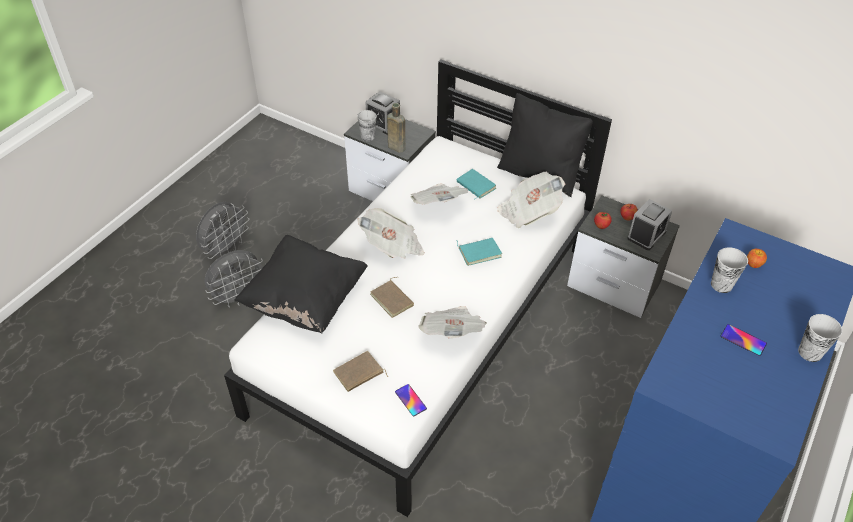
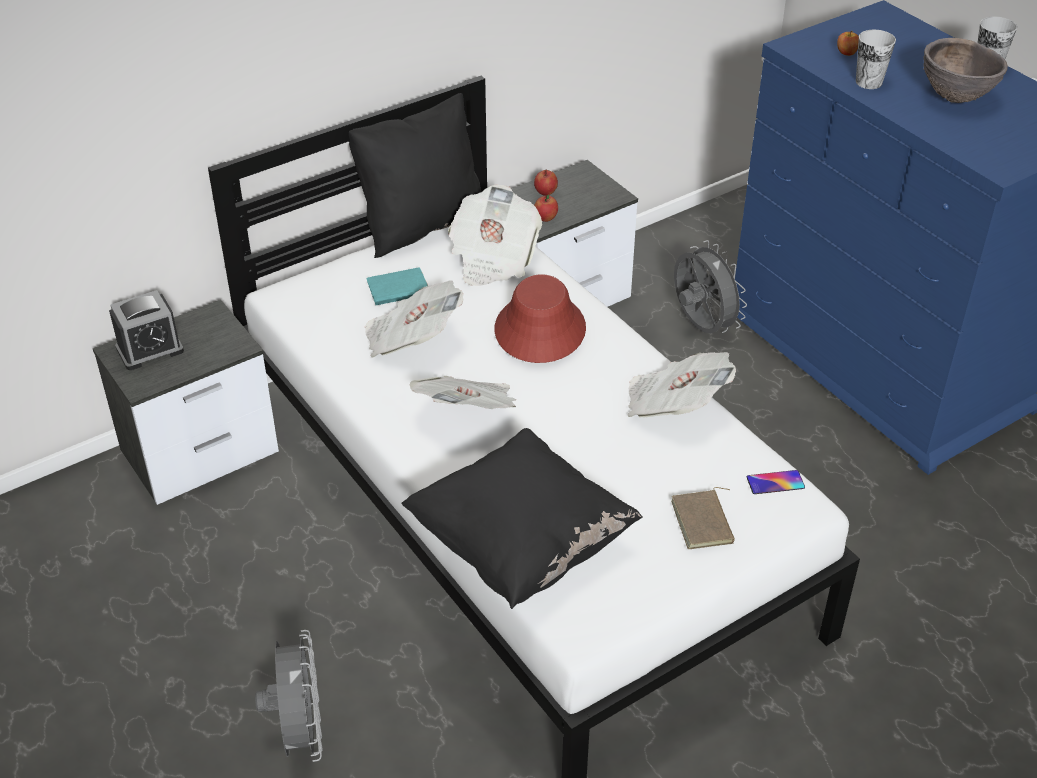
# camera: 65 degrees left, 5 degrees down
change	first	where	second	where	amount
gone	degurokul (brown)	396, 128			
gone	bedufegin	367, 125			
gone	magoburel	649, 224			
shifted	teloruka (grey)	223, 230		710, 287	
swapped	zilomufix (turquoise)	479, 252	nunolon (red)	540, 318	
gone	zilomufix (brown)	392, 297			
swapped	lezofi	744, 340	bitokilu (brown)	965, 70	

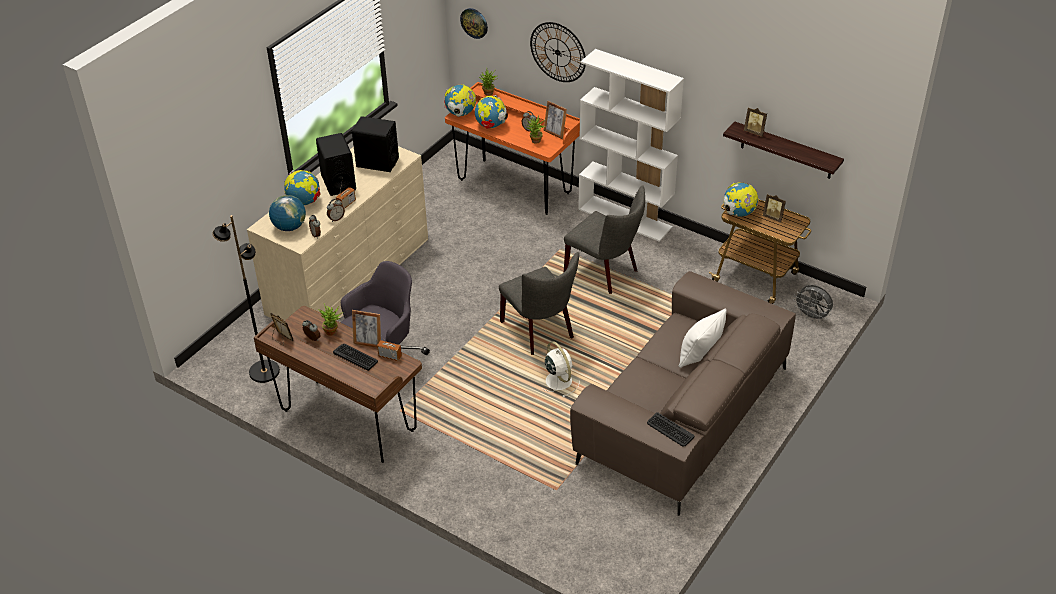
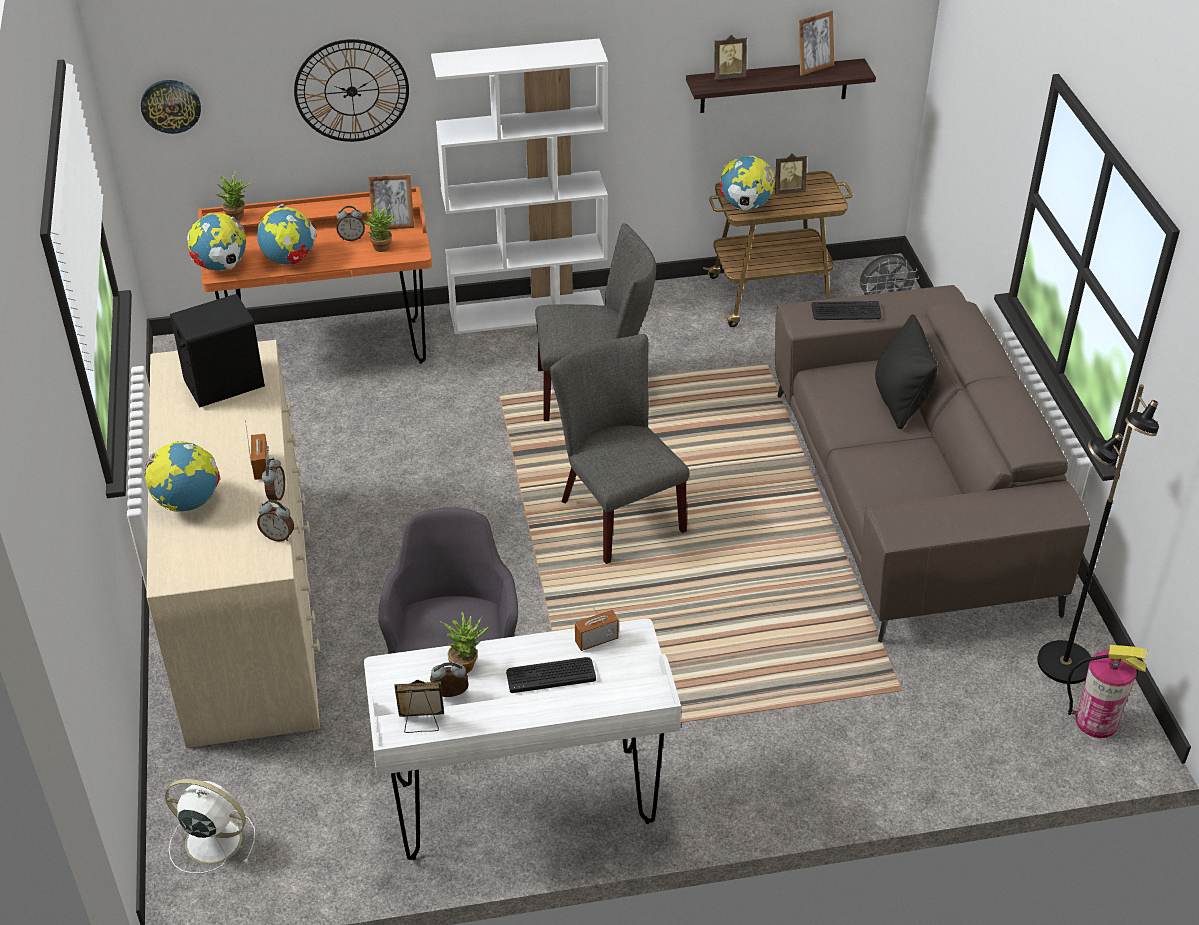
# camera: 45 degrees left, 0 degrees up
change	first	where	second	where	amount
gone	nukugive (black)	336, 164			
gone	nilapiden	287, 213			
shifted	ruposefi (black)	246, 299		1098, 534	
rotated	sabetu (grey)	539, 303		619, 449	135 degrees counterclockwise
repainted	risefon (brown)	338, 384	risefon (white)	522, 739	
repainted	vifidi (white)	703, 338	vifidi (black)	906, 371	
shifted	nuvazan	366, 329		816, 43	
shifted	teloruka (white)	561, 369		210, 826	
shifted	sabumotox	670, 429		846, 310	
new			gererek	1107, 691	

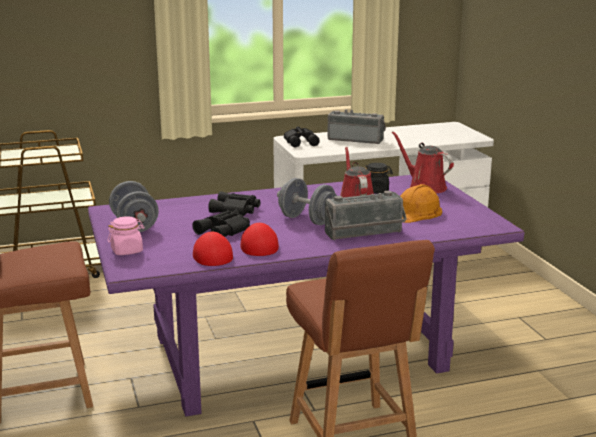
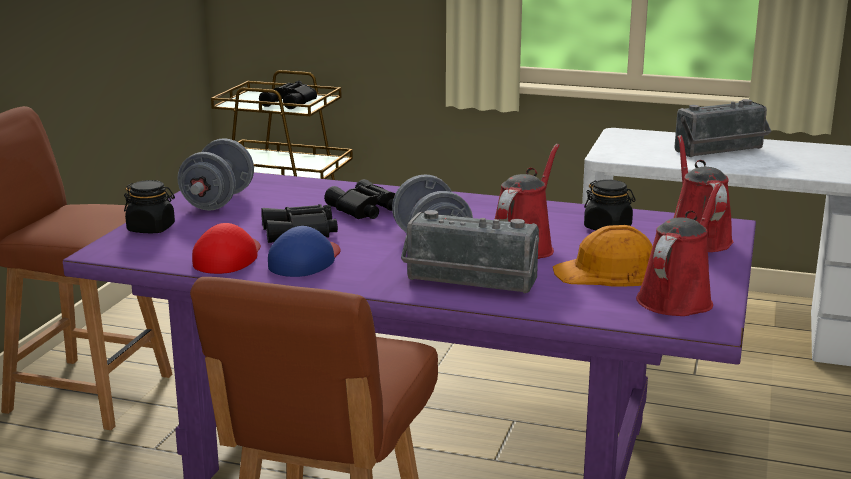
# camera: 35 degrees right, 0 degrees up
change	first	where	second	where	amount
rotated	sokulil	357, 126		722, 128	105 degrees clockwise
shifted	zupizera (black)	302, 136		288, 95	
repainted	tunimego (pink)	126, 235	tunimego (black)	149, 206	
repainted	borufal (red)	259, 239	borufal (blue)	304, 251	
new			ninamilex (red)	679, 249	

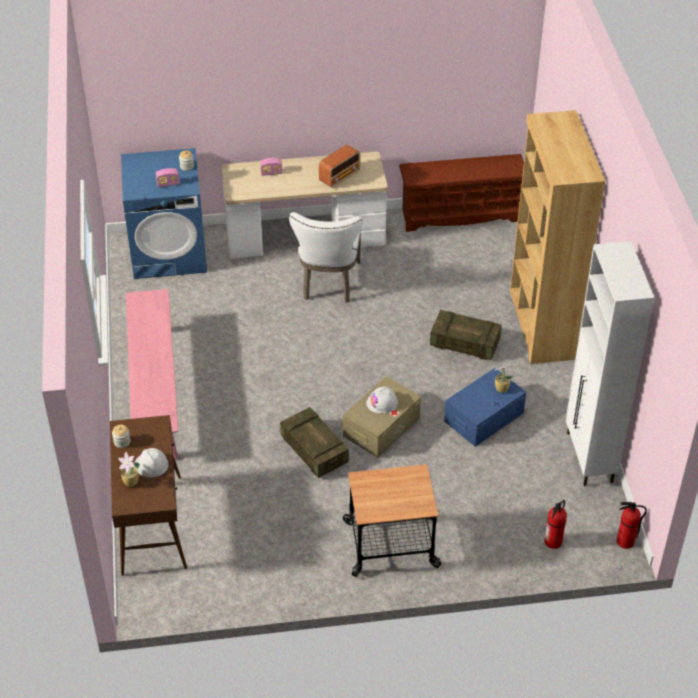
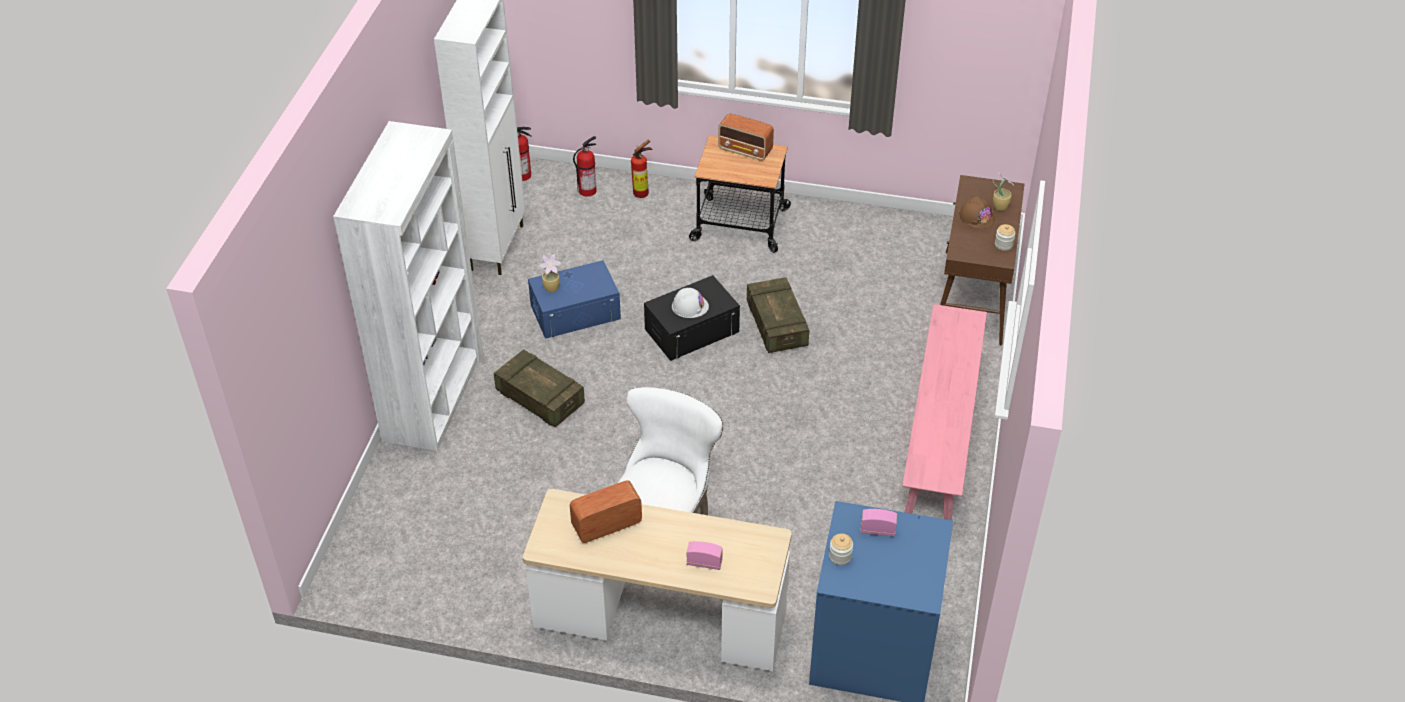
# camera: 160 degrees left, 0 degrees up
change	first	where	second	where	amount
repainted	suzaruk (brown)	557, 237	suzaruk (white)	408, 286	
gone	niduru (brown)	461, 193			
repainted	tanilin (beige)	382, 417	tanilin (black)	692, 318	
repainted	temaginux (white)	151, 462	temaginux (brown)	977, 212	
new			sokulil	746, 137	
new			gererek	642, 169	

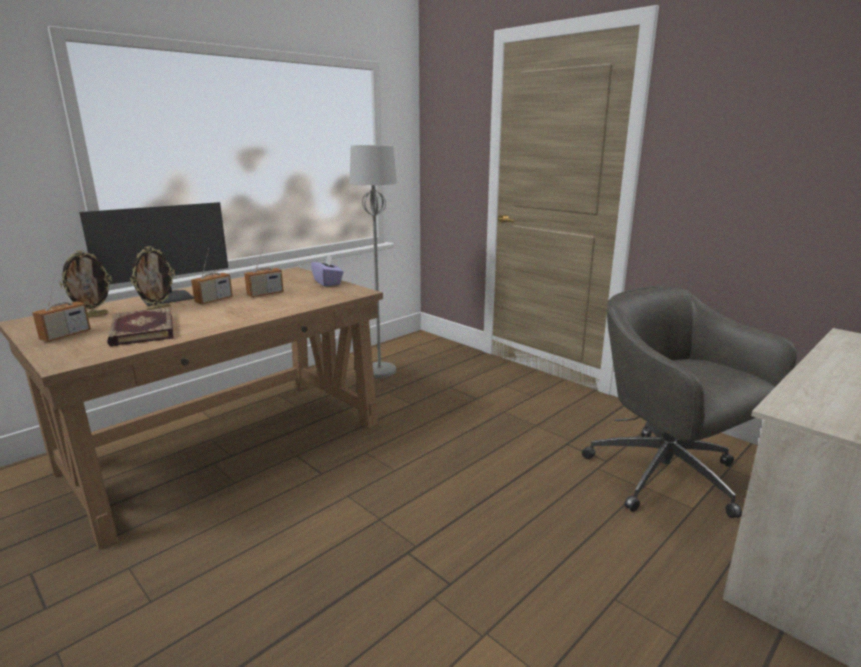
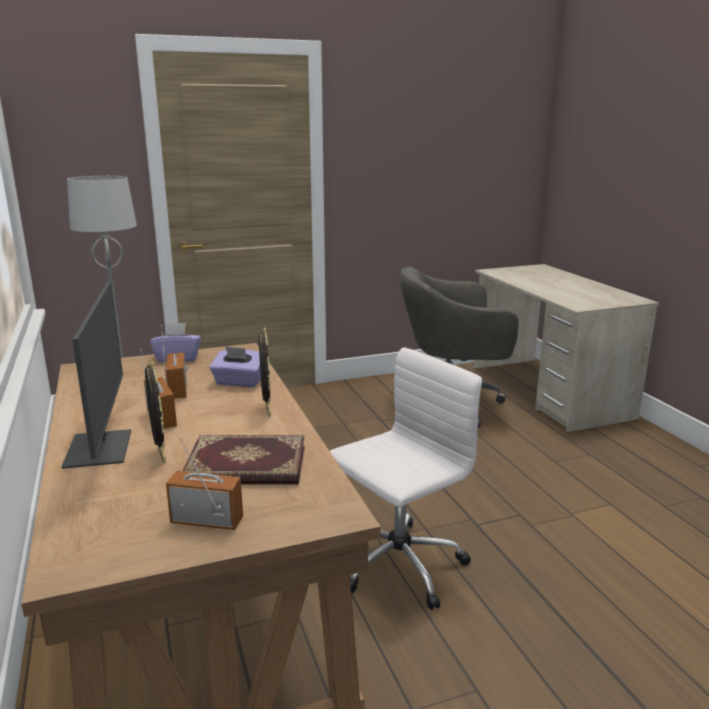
# camera: 65 degrees left, 0 degrees up
change	first	where	second	where	amount
shifted	nuvazan	86, 284		265, 372	
rotated	sokulil	61, 307		204, 484	45 degrees counterclockwise
new			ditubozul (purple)	235, 366	
new			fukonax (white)	406, 478	

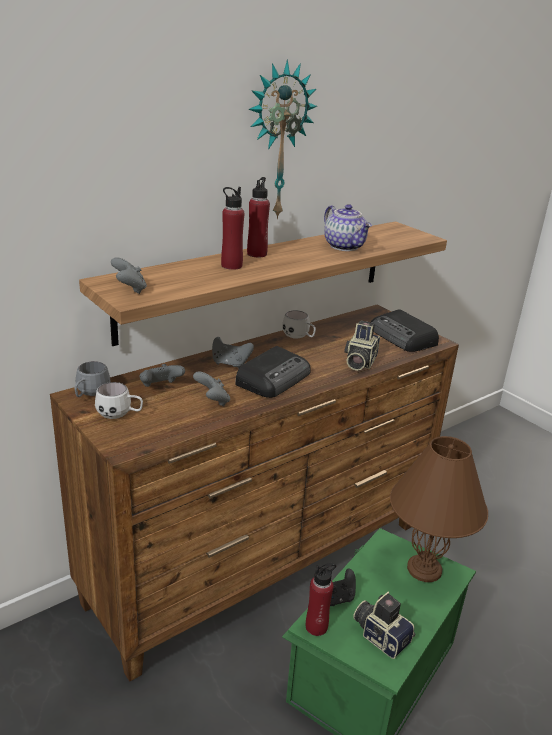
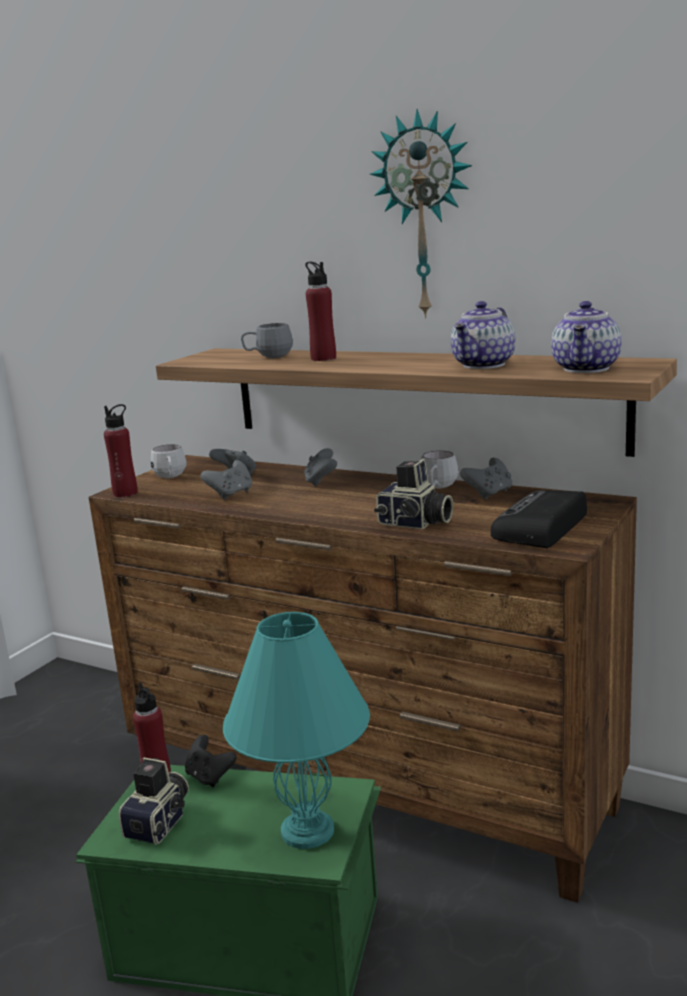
# camera: 70 degrees right, 10 degrees down
change	first	where	second	where	amount
shifted	degurokul (red)	258, 217		121, 450	
shifted	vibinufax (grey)	129, 275		486, 479	
rotated	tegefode	362, 346		413, 494	150 degrees counterclockwise
gone	sokulil	273, 372			
shifted	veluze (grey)	92, 379		267, 340	
repainted	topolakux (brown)	439, 509	topolakux (turquoise)	296, 730	
new			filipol	586, 337	

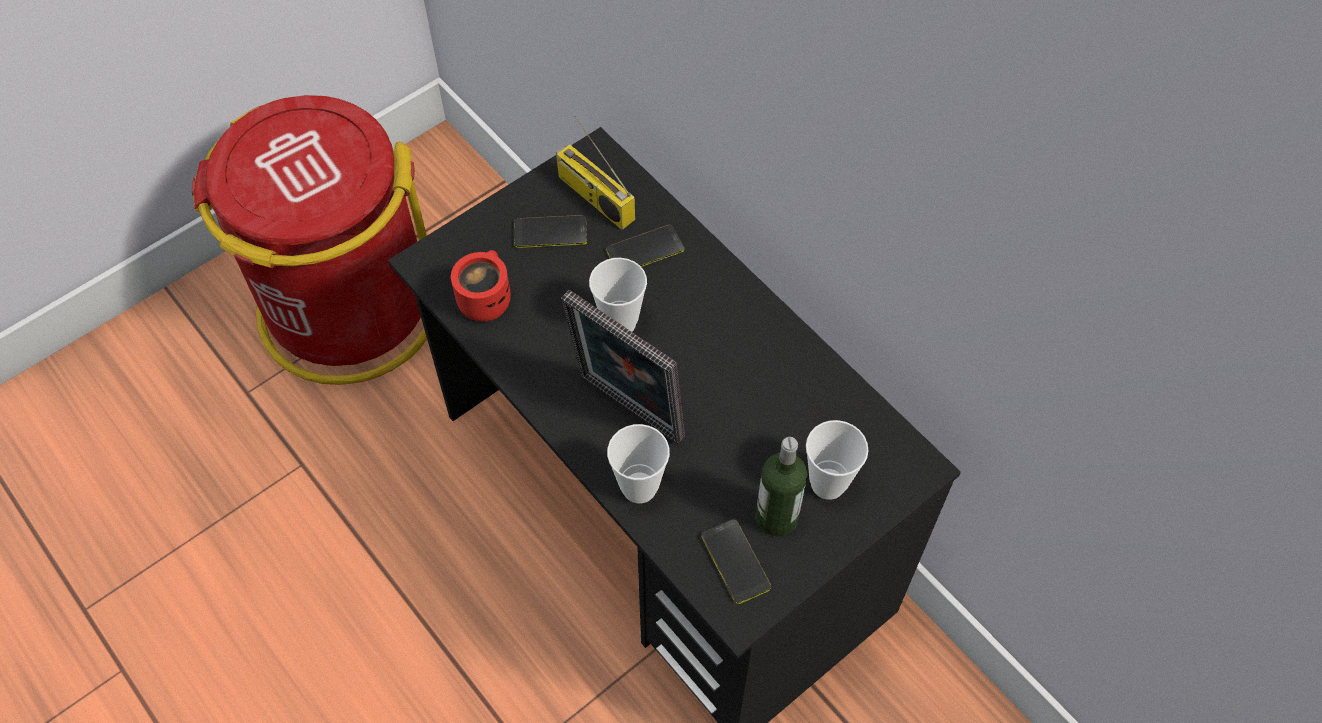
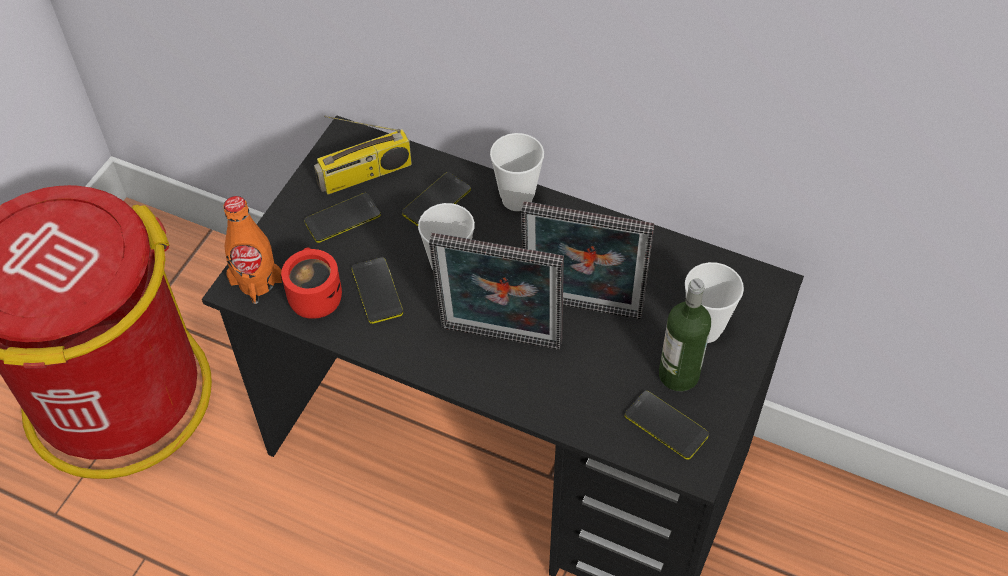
# camera: 25 degrees left, 5 degrees down
change	first	where	second	where	amount
rotated	sokulil	595, 172		363, 155	45 degrees counterclockwise
shifted	bedufegin	638, 463		517, 172	
new			degurokul (orange)	253, 250	
new			nuvazan	587, 260	
new			lezofi	377, 290	

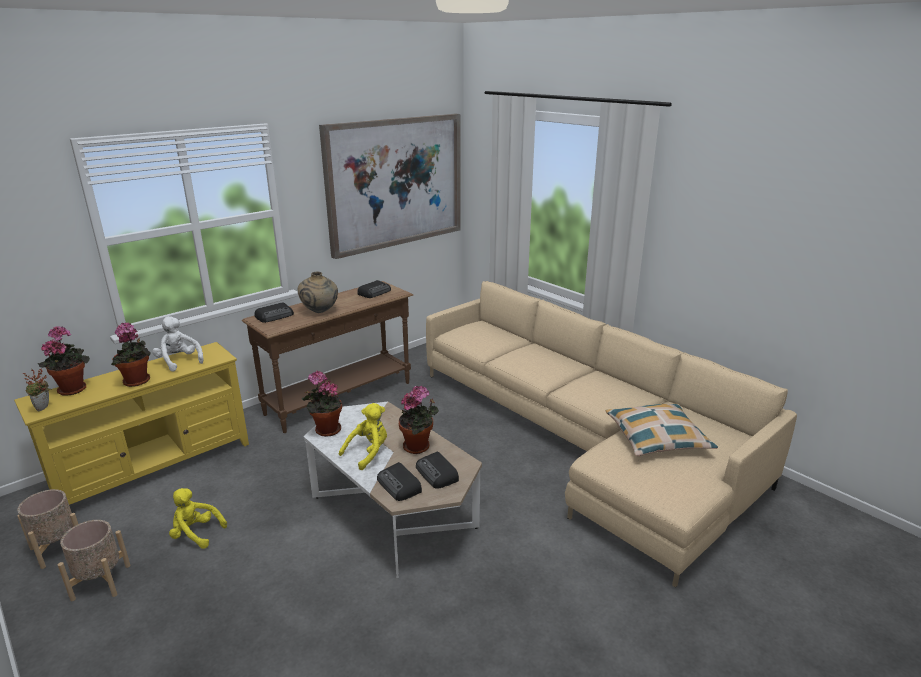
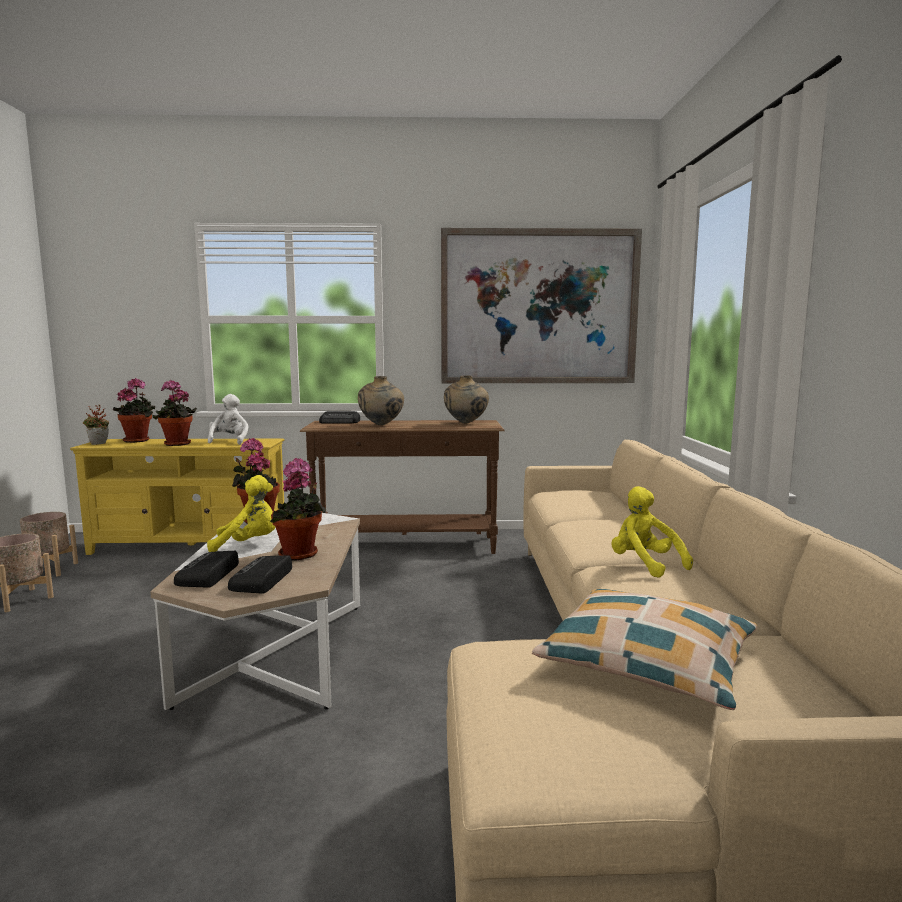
# camera: 40 degrees right, 15 degrees down
change	first	where	second	where	amount
swapped	sokulil	374, 289	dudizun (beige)	466, 399	
shifted	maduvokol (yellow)	198, 518		652, 532	

